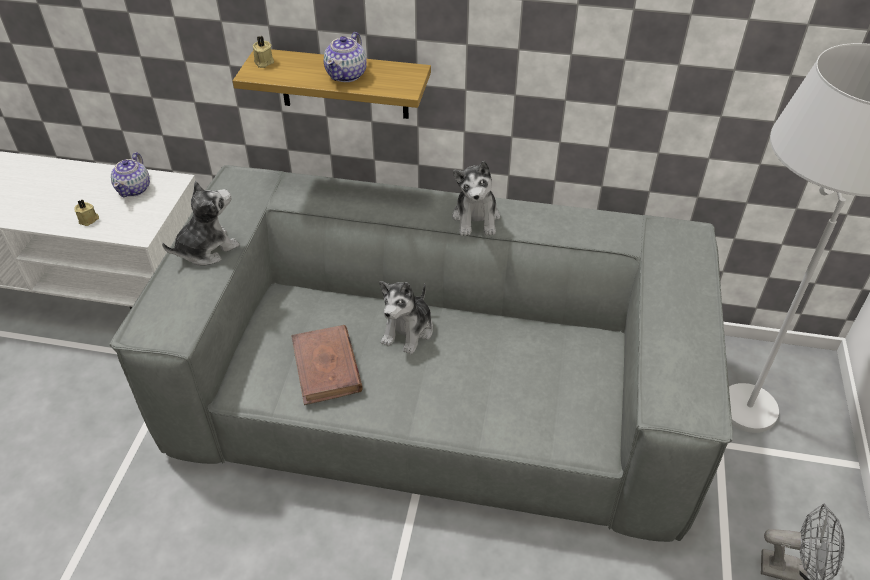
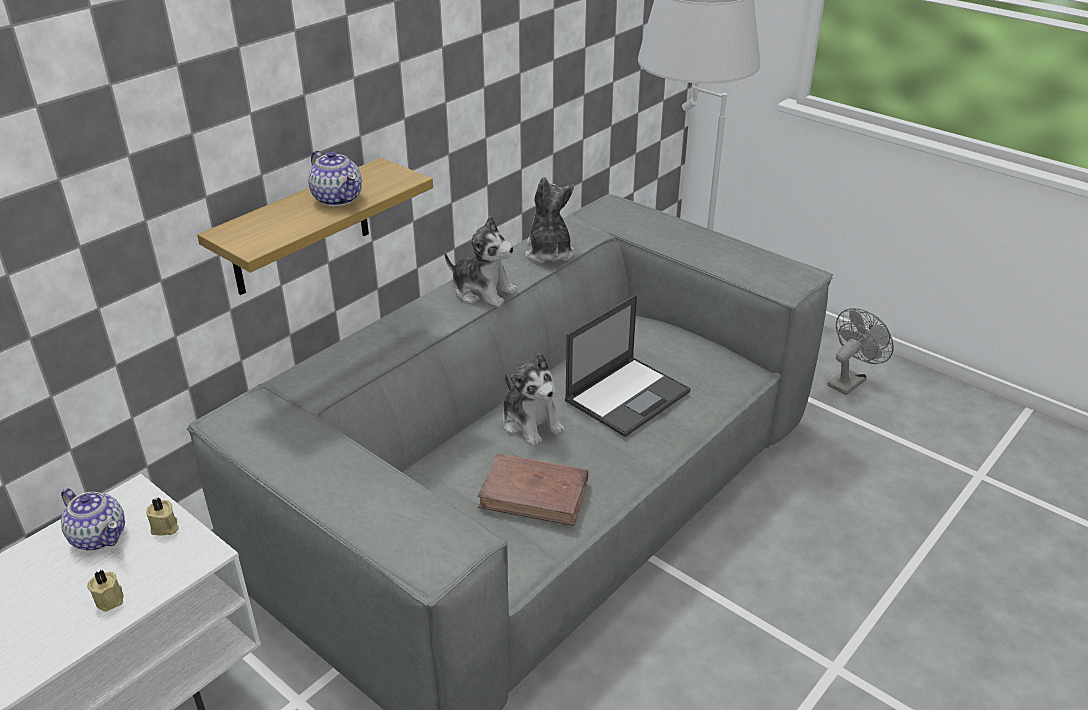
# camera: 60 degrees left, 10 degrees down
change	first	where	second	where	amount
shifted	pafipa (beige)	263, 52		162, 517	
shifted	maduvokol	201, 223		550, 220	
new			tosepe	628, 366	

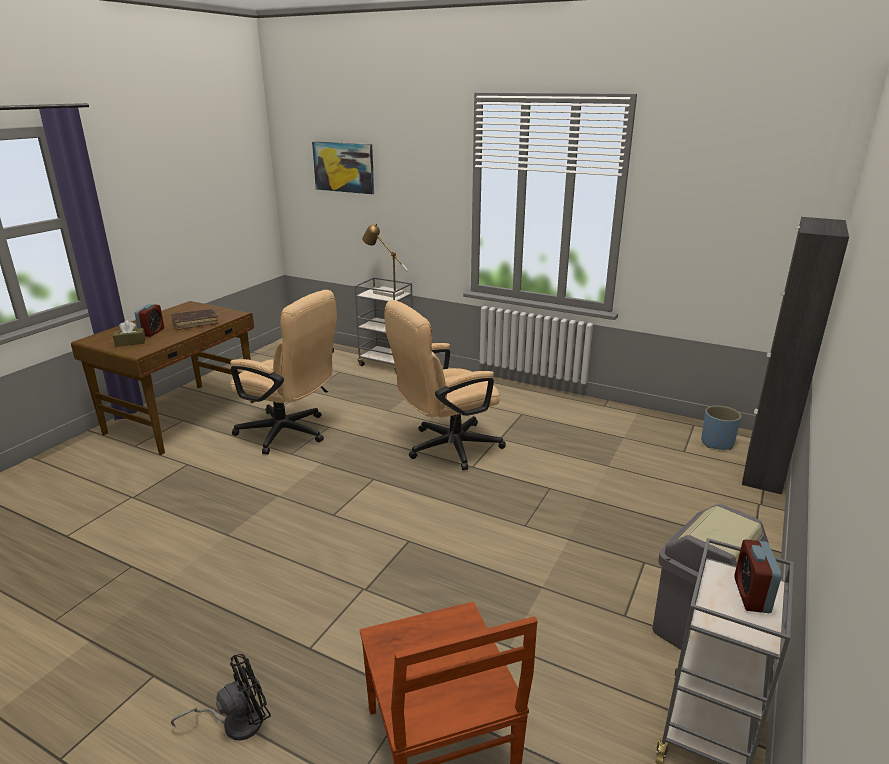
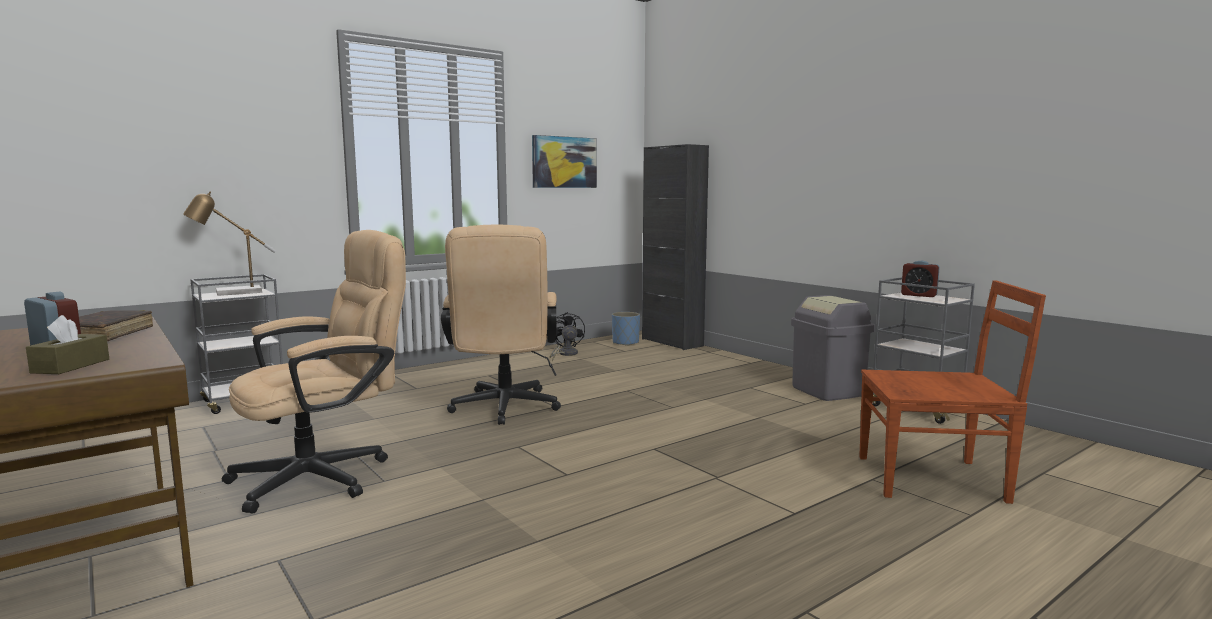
# camera: 65 degrees left, 15 degrees down
change	first	where	second	where	amount
shifted	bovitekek	343, 168		564, 161	
shifted	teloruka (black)	221, 697		567, 336	

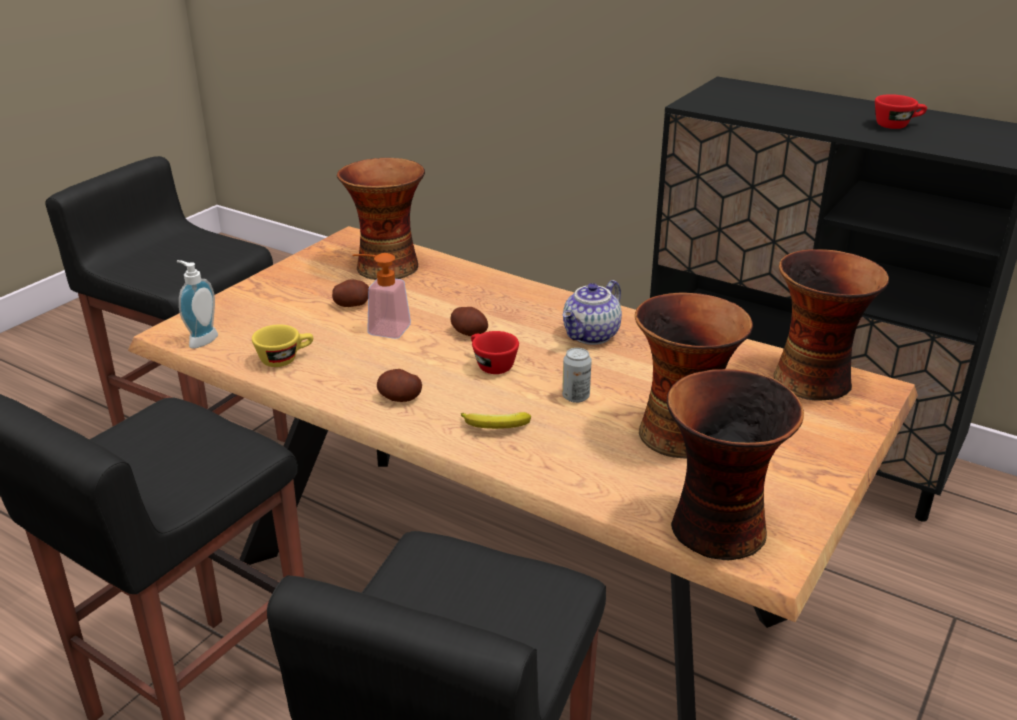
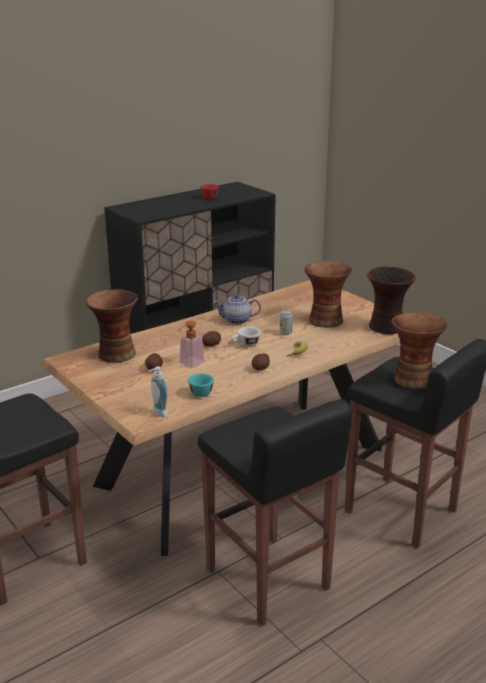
# camera: 70 degrees left, 5 degrees down
change	first	where	second	where	amount
shifted	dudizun	831, 325		419, 350	
rotated	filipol	592, 312		237, 309	120 degrees clockwise
repainted	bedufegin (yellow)	282, 346	bedufegin (turquoise)	201, 385	
repainted	bedufegin (red)	495, 352	bedufegin (white)	246, 337	

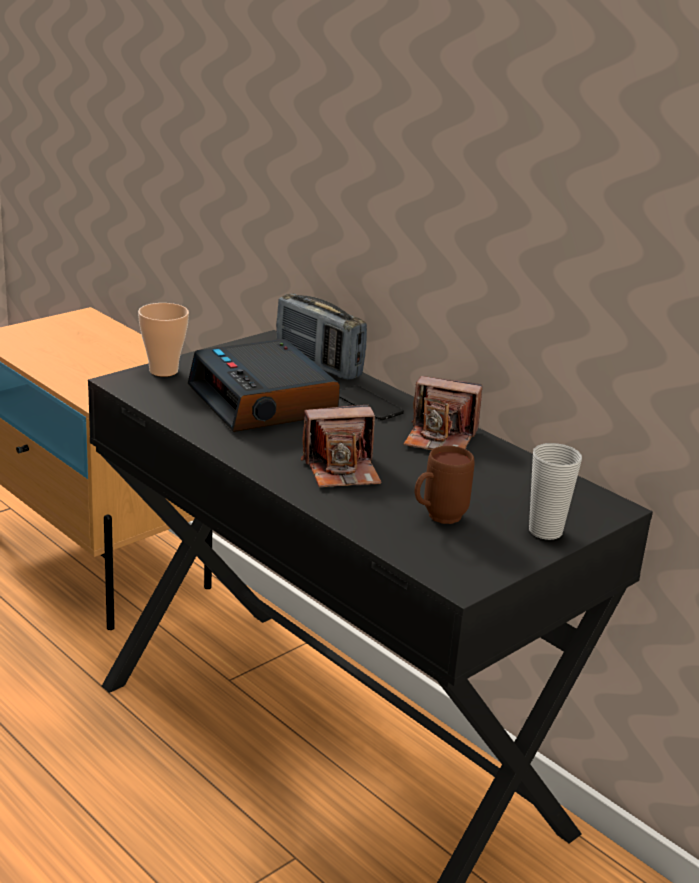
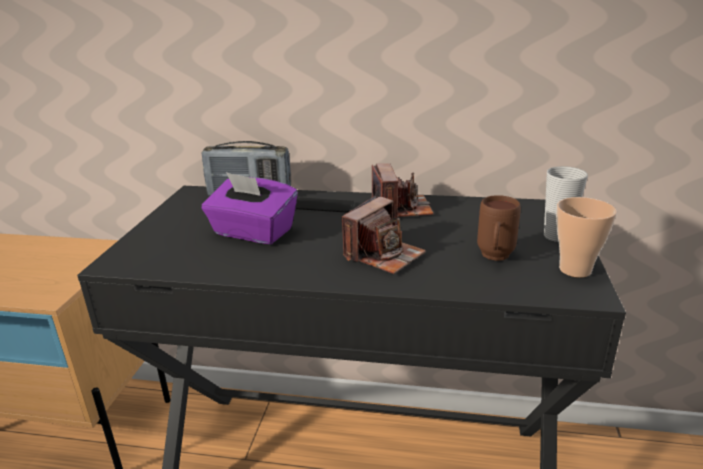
# camera: 35 degrees left, 0 degrees up
change	first	where	second	where	amount
shifted	bedufegin	163, 340		586, 237	
swapped	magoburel	264, 385	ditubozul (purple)	250, 208	
rotated	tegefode	442, 413		403, 190	75 degrees counterclockwise

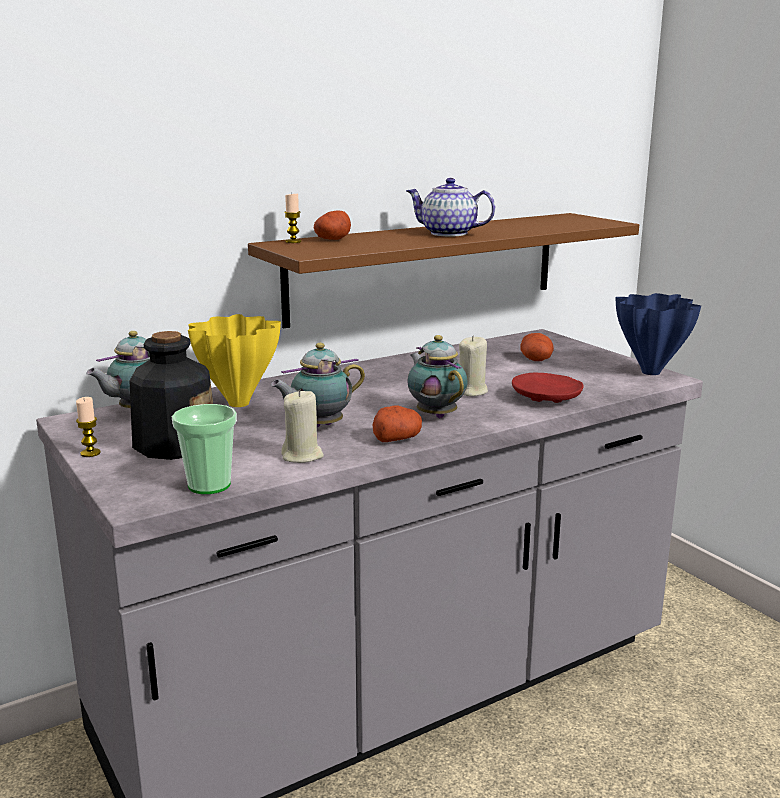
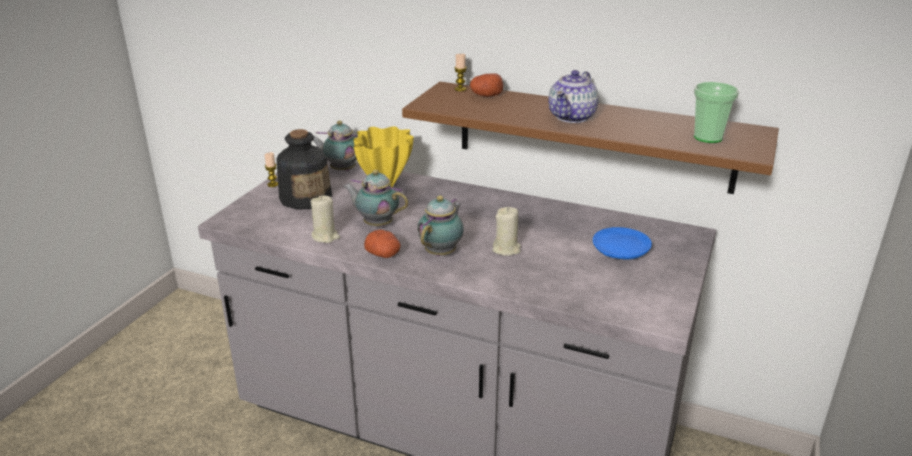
# camera: 55 degrees right, 10 degrees up
change	first	where	second	where	amount
rotated	filipol	450, 207		573, 96	135 degrees counterclockwise
gone	dudizun (blue)	658, 334			
swapped	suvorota	537, 347	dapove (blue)	622, 243	
gone	dapove (red)	548, 387			
shifted	bedufegin	204, 449		716, 112	

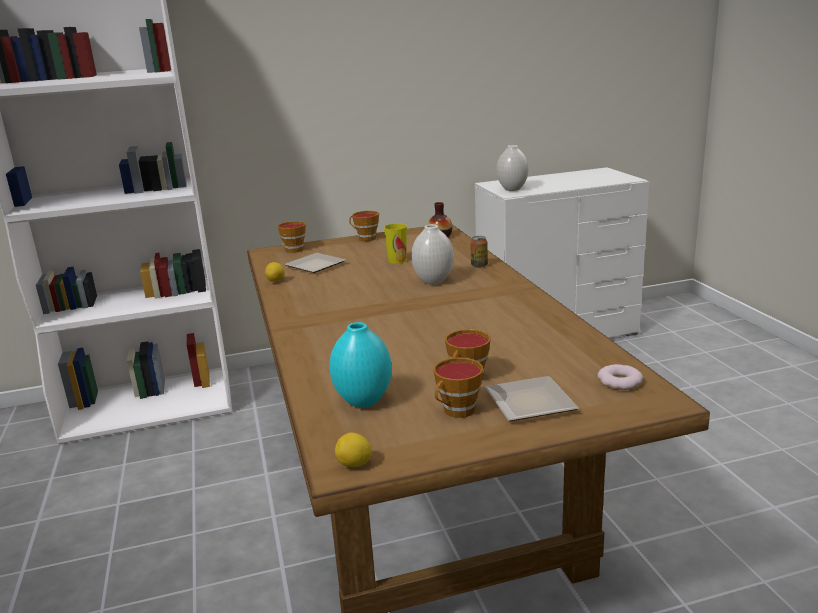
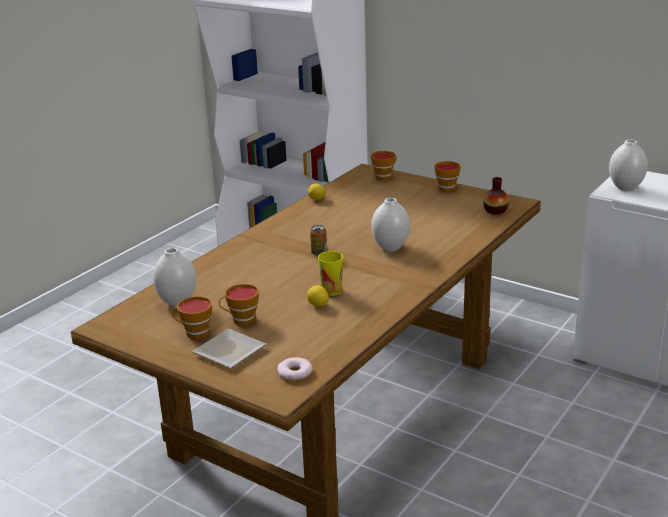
# camera: 50 degrees right, 5 degrees up
change	first	where	second	where	amount
shifted	bedufegin	395, 243		330, 273	
shifted	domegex	479, 252		318, 240	
gone	dapove	315, 263			
repainted	dudizun (turquoise)	361, 365	dudizun (white)	175, 277	
shifted	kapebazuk	353, 450		318, 296	

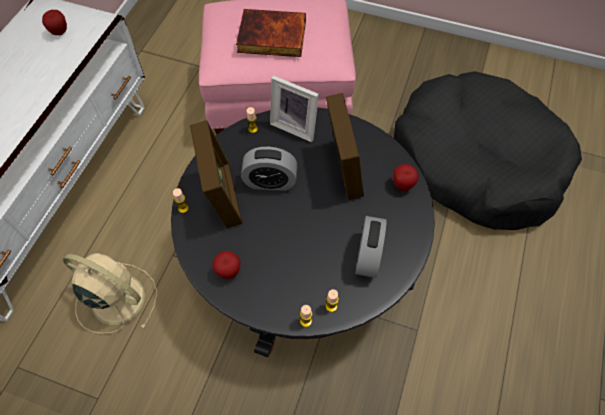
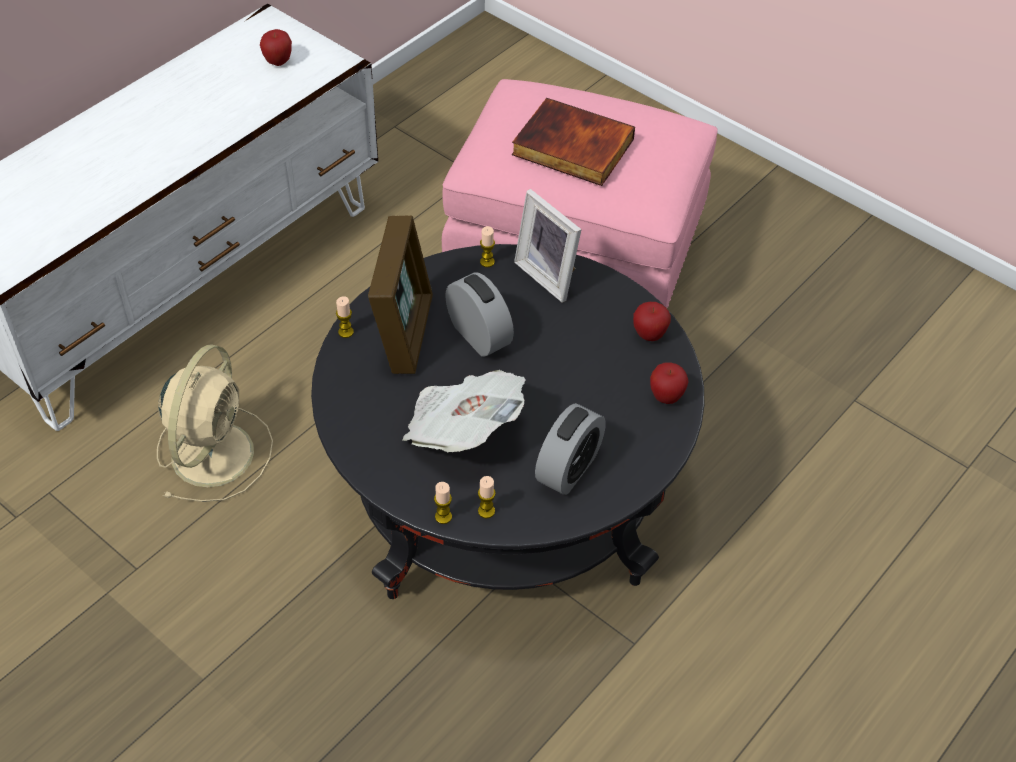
# camera: 20 degrees right, 10 degrees down
change	first	where	second	where	amount
gone	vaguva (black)	488, 150			
gone	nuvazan	345, 146			
rotated	magoburel	269, 169		479, 314	150 degrees counterclockwise
shifted	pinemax	226, 265		652, 321	
rotated	teloruka (beige)	110, 293		215, 423	60 degrees clockwise
new			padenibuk	464, 411	

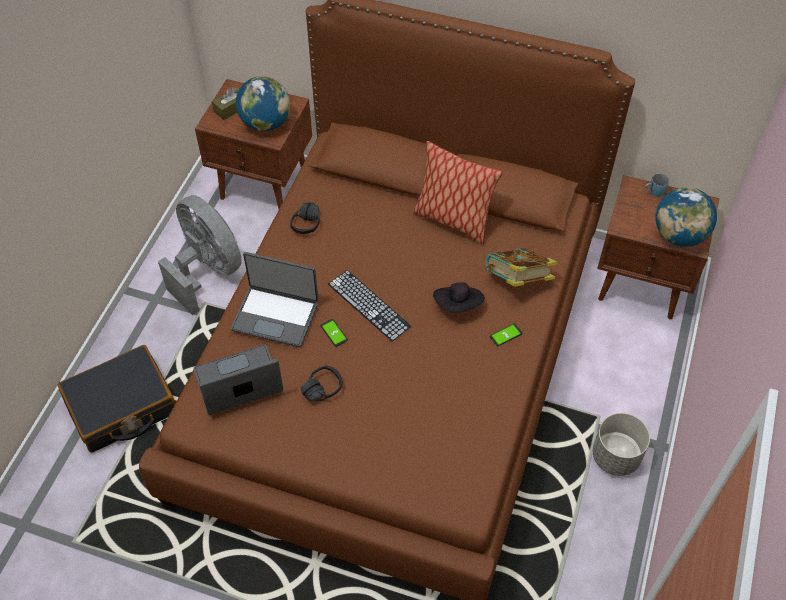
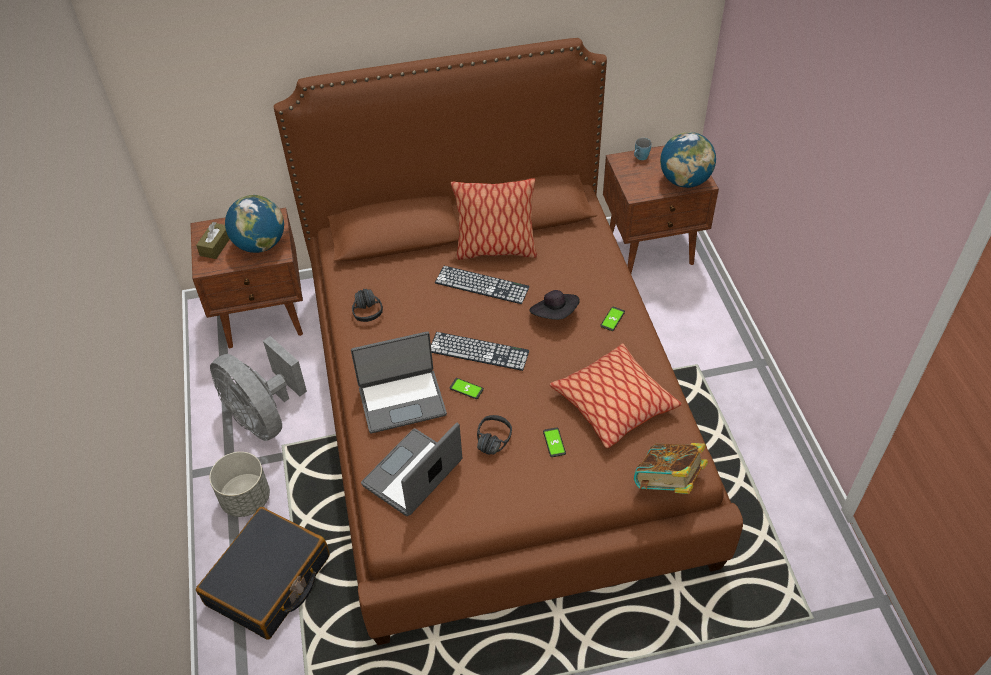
# camera: 30 degrees left, 5 degrees down
change	first	where	second	where	amount
rotated	teloruka (grey)	200, 255		258, 388	150 degrees counterclockwise
shifted	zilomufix	521, 267		671, 468	
shifted	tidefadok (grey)	621, 444		240, 484	
new			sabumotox	482, 285	
new			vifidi	615, 395	
new			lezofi	554, 442	

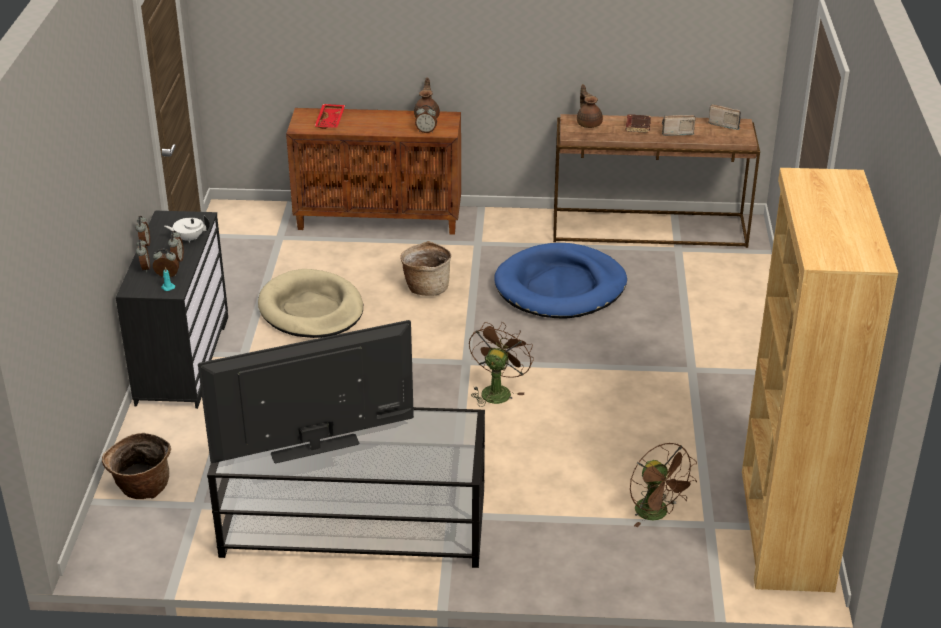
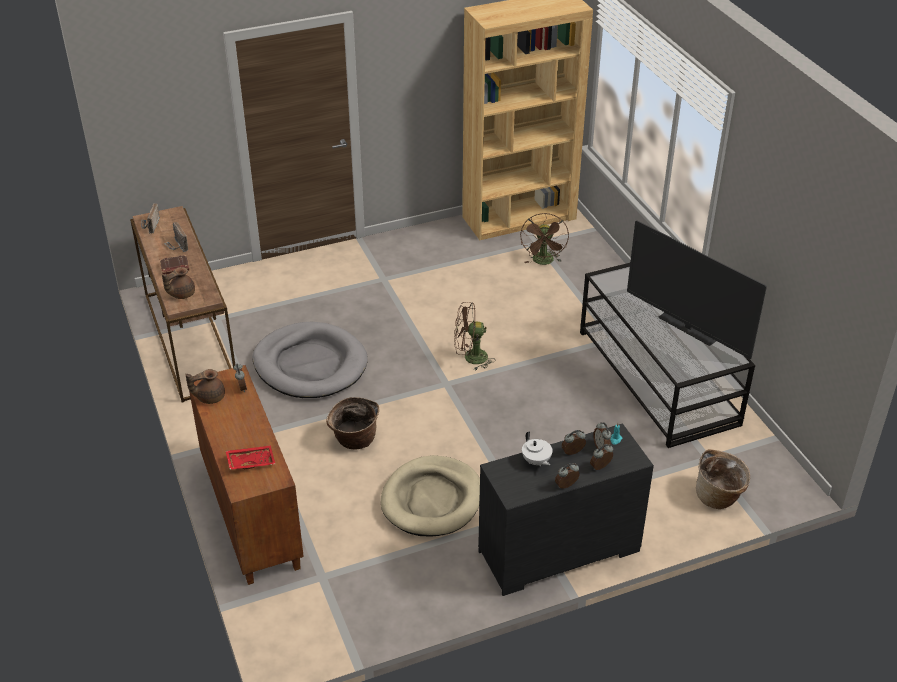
# camera: 115 degrees left, 5 degrees up
change	first	where	second	where	amount
repainted	vaguva (blue)	560, 281	vaguva (grey)	310, 360	
rotated	teloruka (brown)	663, 485		544, 239	150 degrees clockwise

